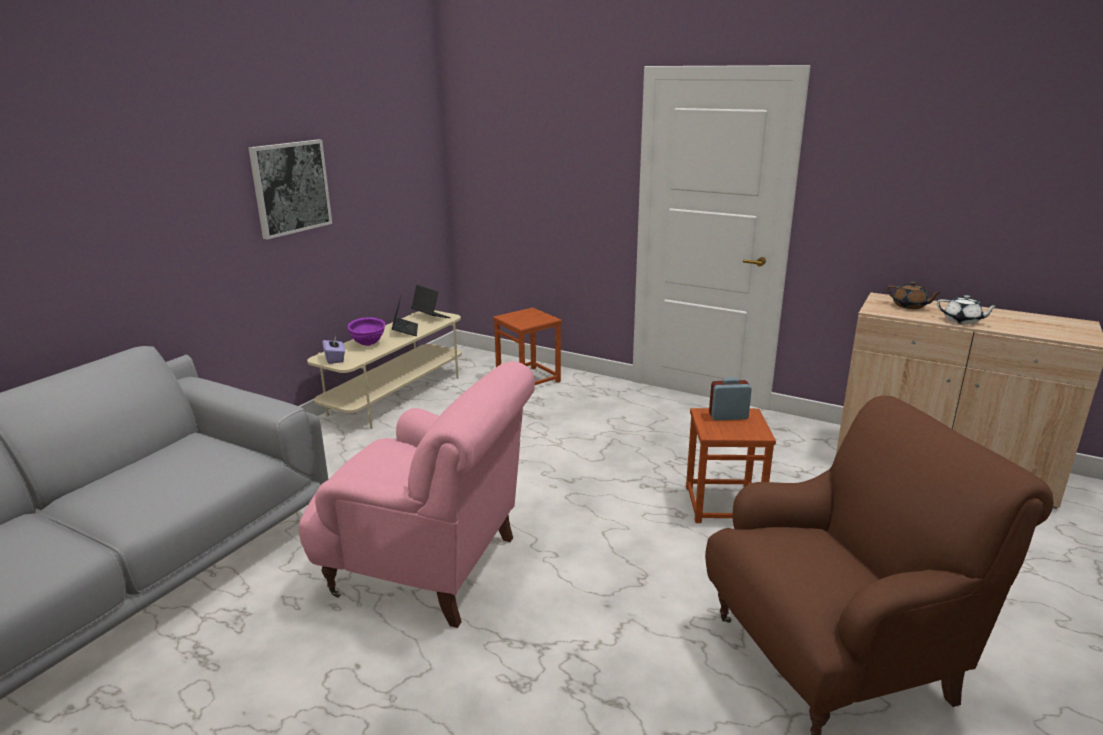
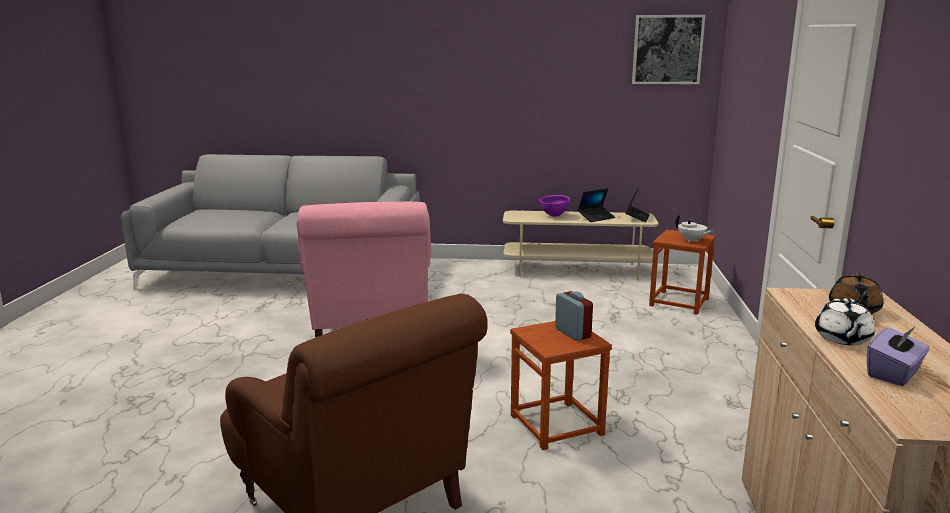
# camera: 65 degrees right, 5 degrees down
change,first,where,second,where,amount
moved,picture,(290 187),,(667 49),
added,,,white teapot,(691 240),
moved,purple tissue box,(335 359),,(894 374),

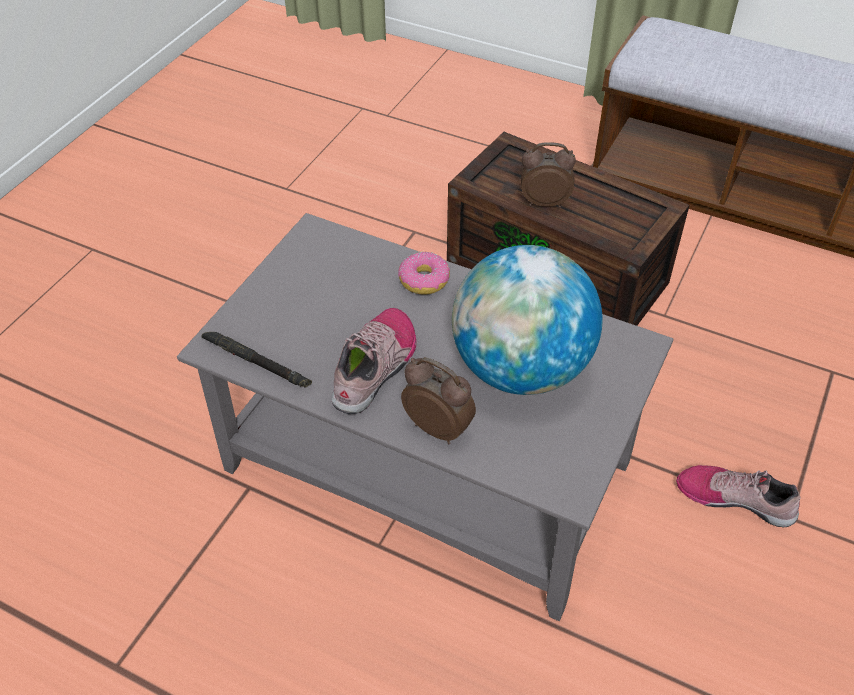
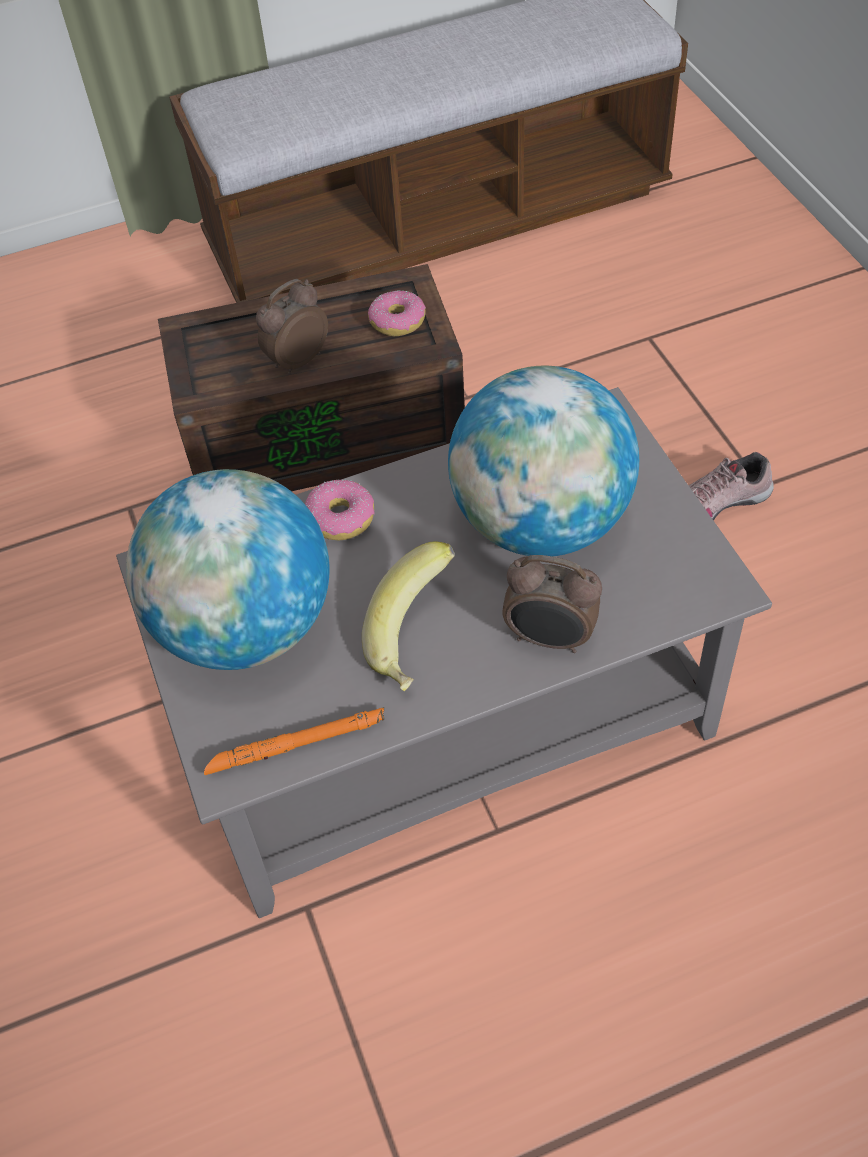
# camera: 45 degrees left, 5 degrees up
change,first,where,second,where,amount
added,,,globe,(246 626),
recoloured,black flashlight,(256 362),orange flashlight,(296 745),
replaced,shoe,(376 367),banana,(417 638),
added,,,donut,(398 321),
turned,alarm clock,(438 427),,(550 639),150 degrees counterclockwise

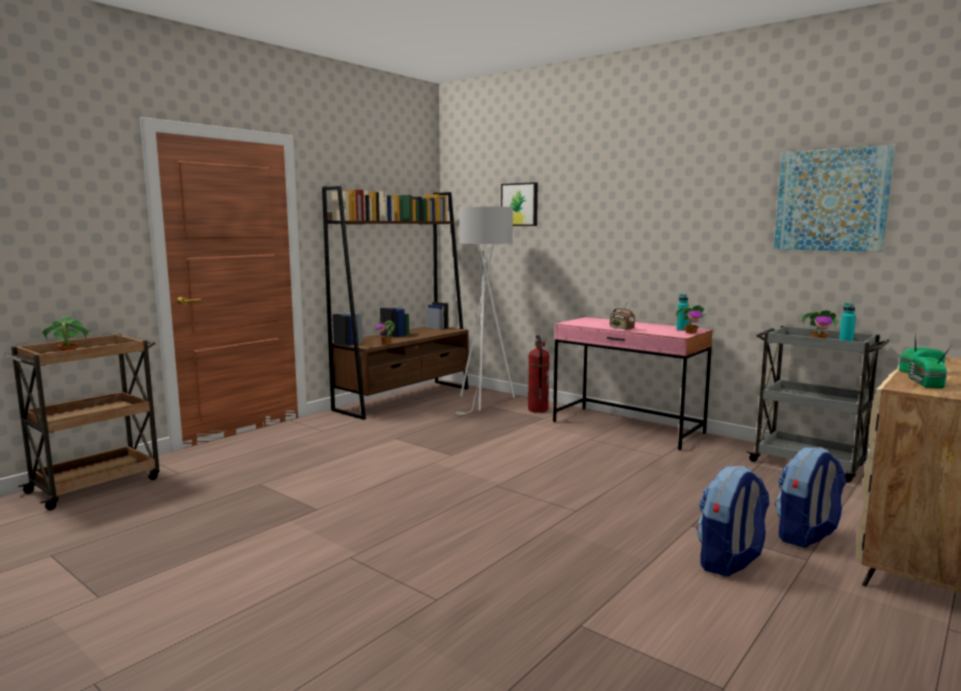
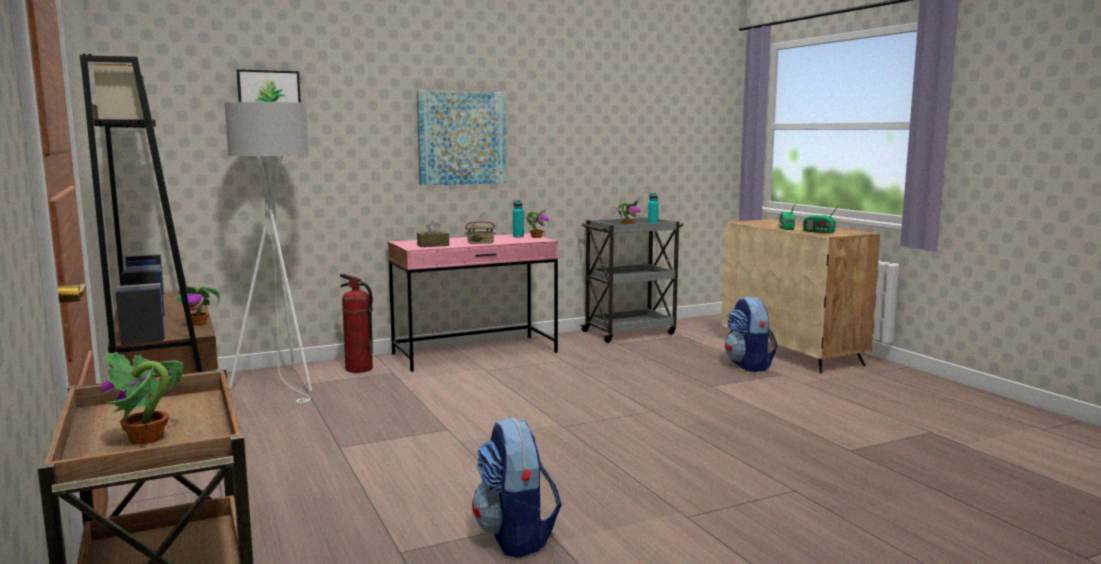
# camera: 65 degrees left, 0 degrees up
change,first,where,second,where,amount
moved,picture,(831 200),,(462 138),
added,,,brown tissue box,(433 245),
moved,backpack,(729 563),,(516 537),

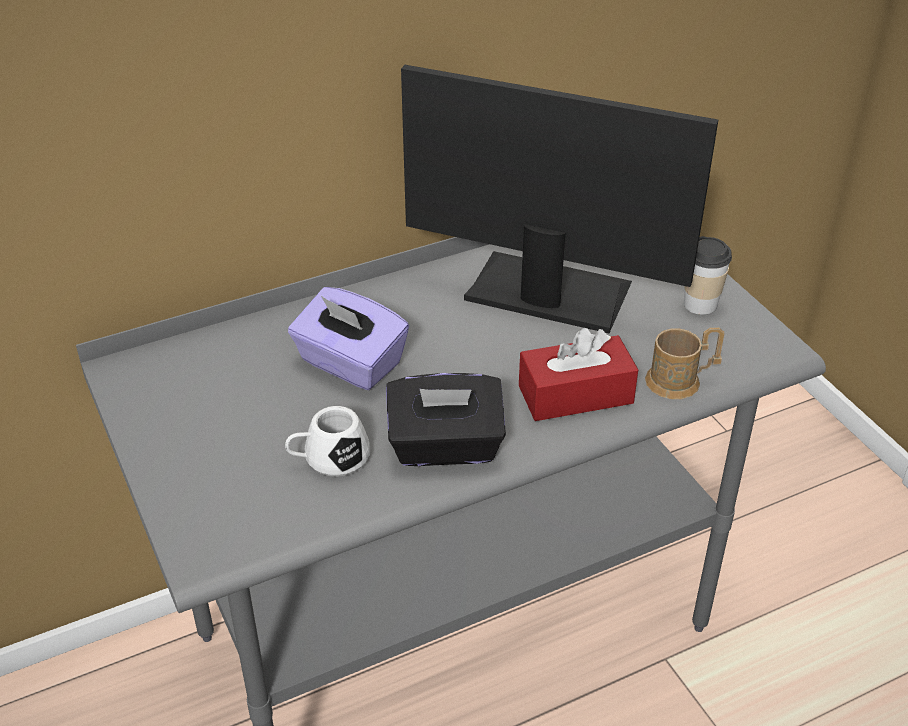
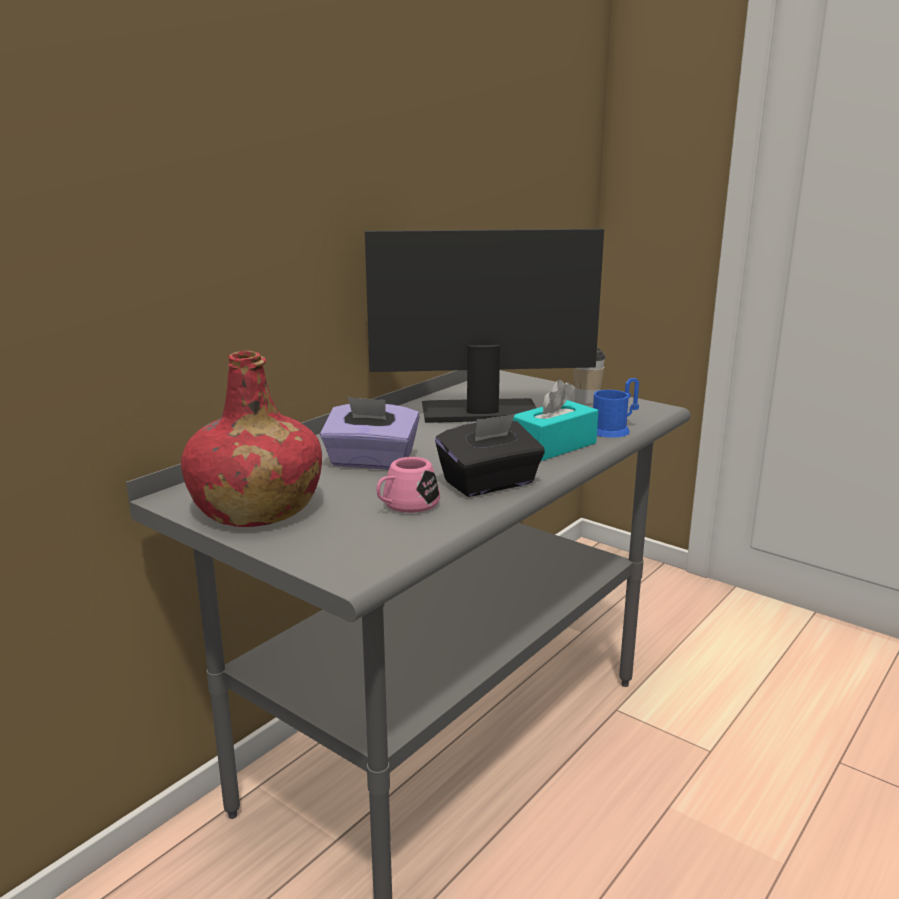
# camera: 25 degrees left, 20 degrees down
change,first,where,second,where,amount
added,,,red bottle,(255 508),
recoloured,white mug,(329 458),pink mug,(405 505),
recoloured,red tissue box,(575 394),turquoise tissue box,(553 446),
recoloured,brown mug,(681 380),blue mug,(614 429),

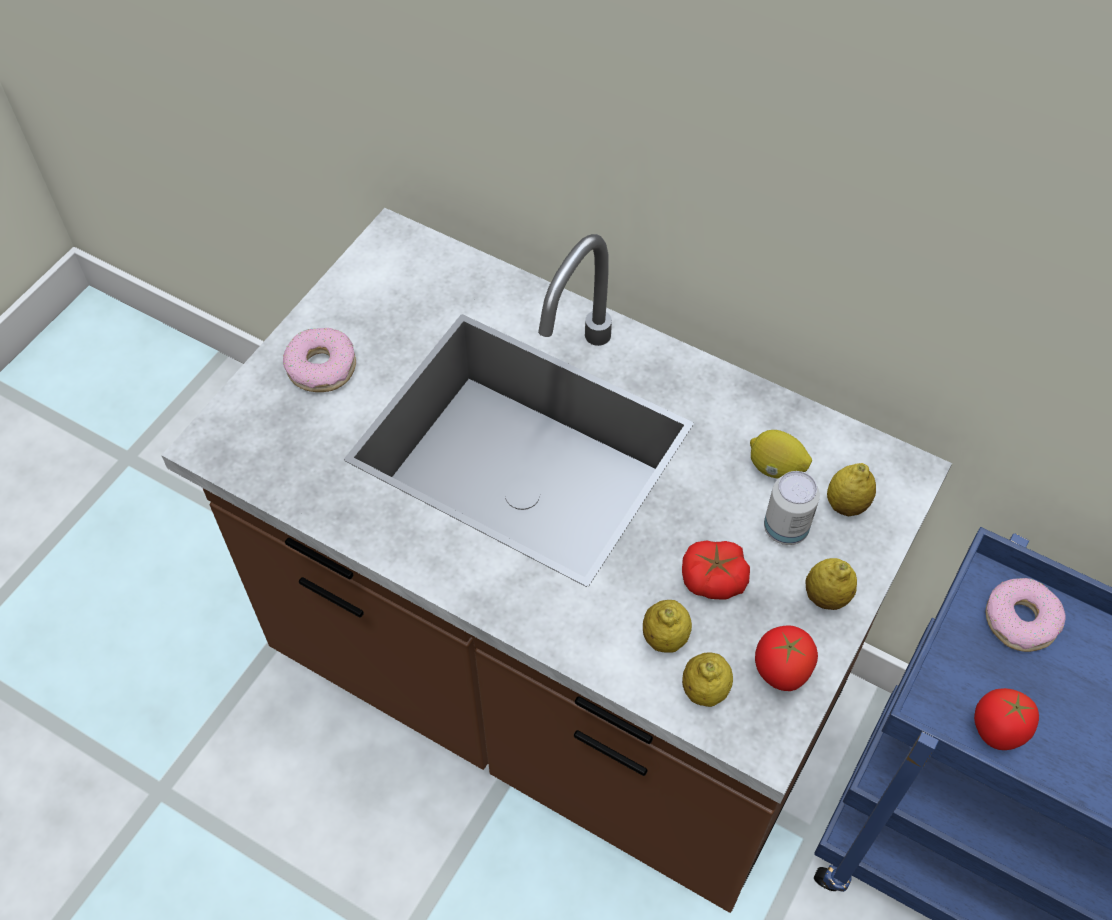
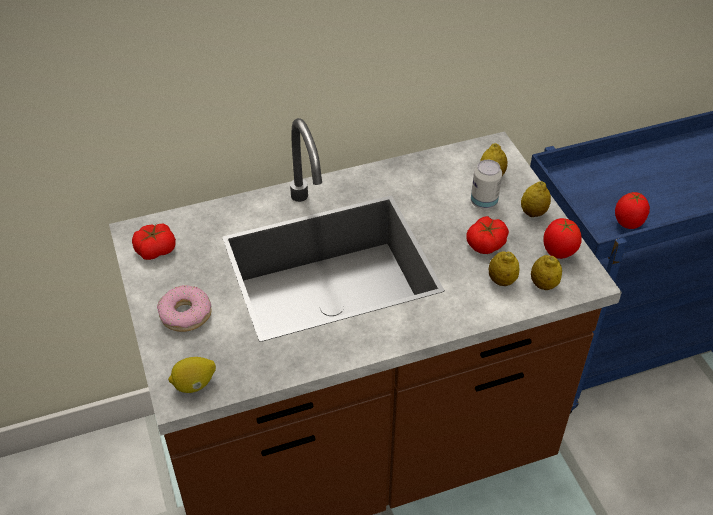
# camera: 50 degrees left, 10 degrees down
change,first,where,second,where,amount
added,,,tomato,(155 249),
moved,lemon,(775 468),,(194 384),
removed,donut,(1020 620),,,

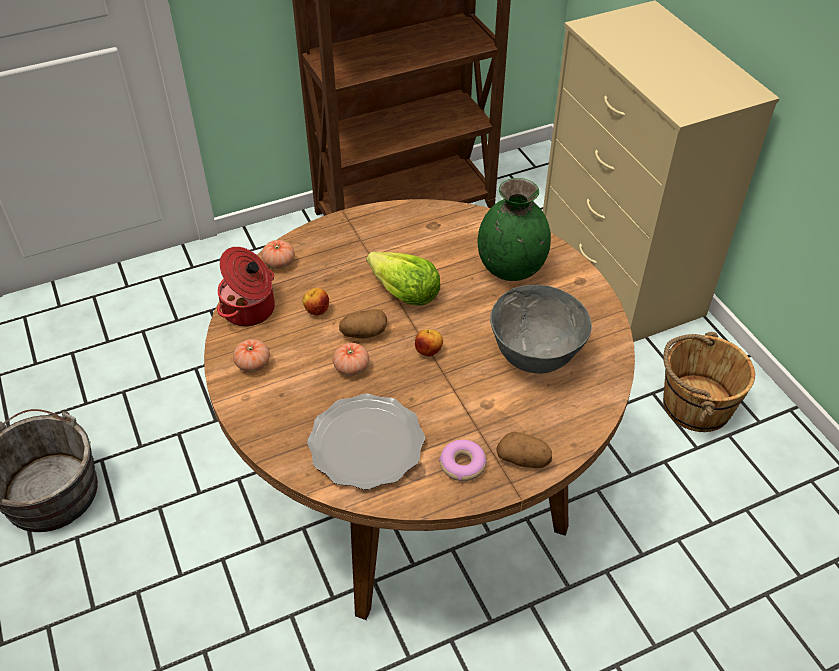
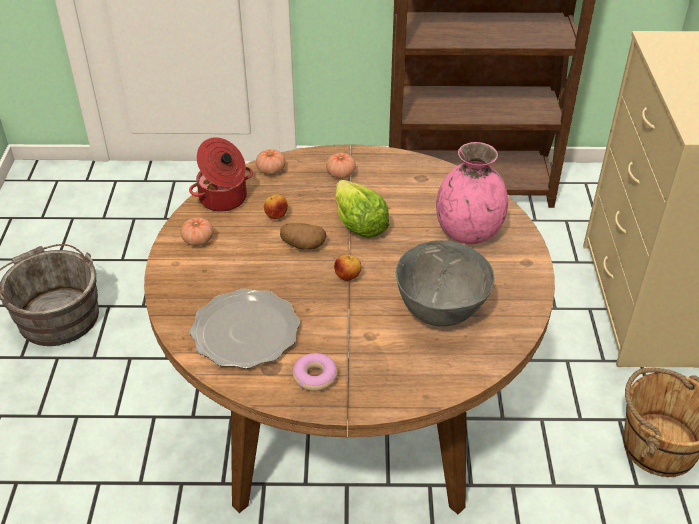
# camera: 25 degrees right, 5 degrees down
change,first,where,second,where,amount
moved,tomato,(351 367),,(340 174),
recoloured,green vase,(511 267),pink vase,(468 232),
removed,potato,(523 460),,,

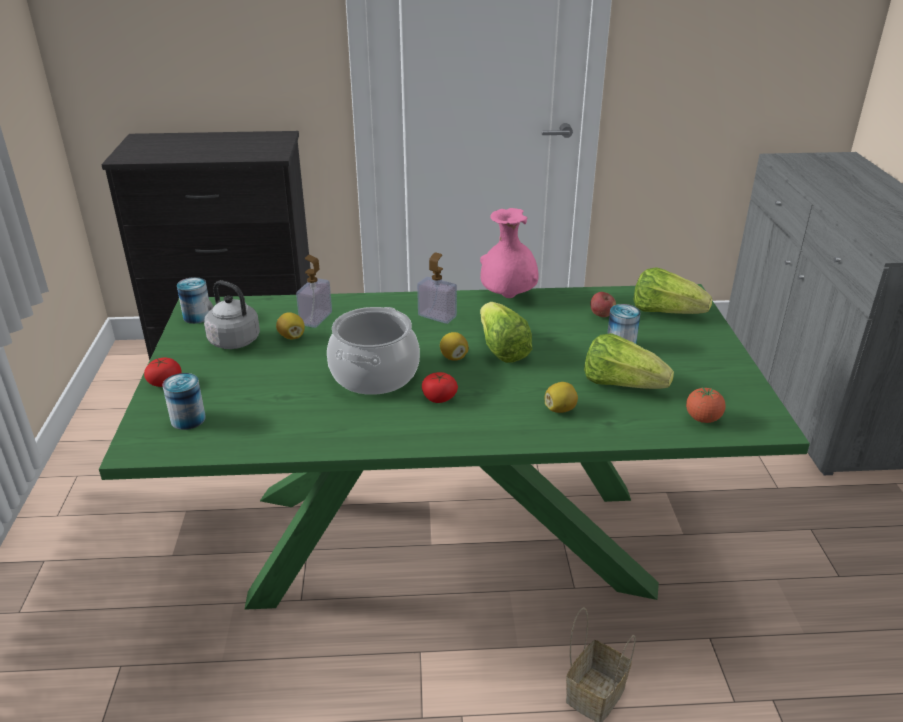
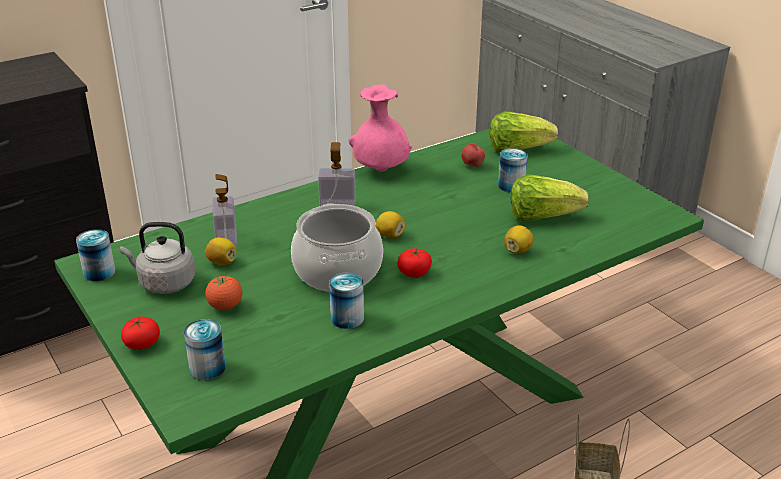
# camera: 30 degrees left, 0 degrees up
change,first,where,second,where,amount
moved,tomato,(702 419),,(225 306),
added,,,can,(347 318),
removed,lettuce,(501 349),,,

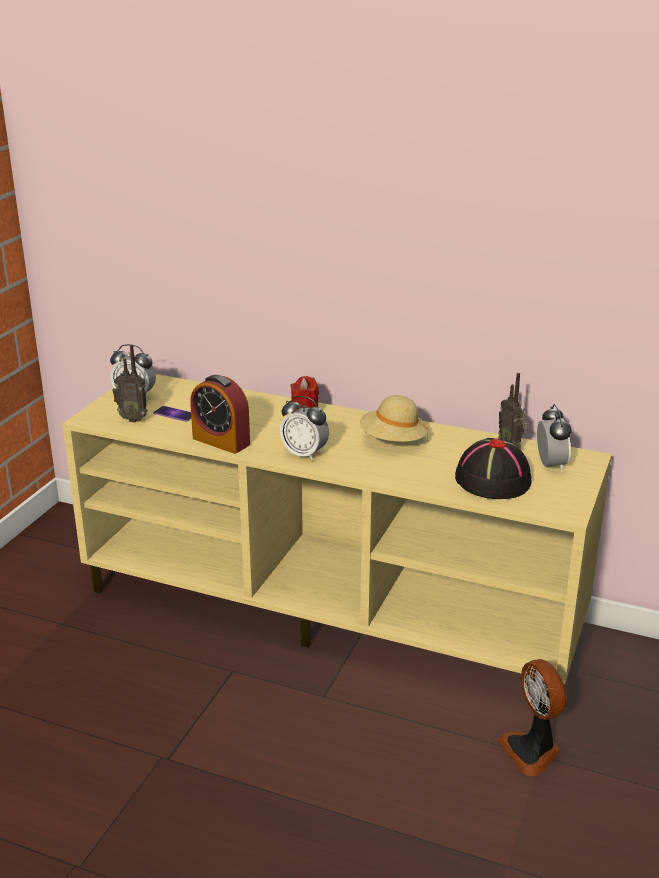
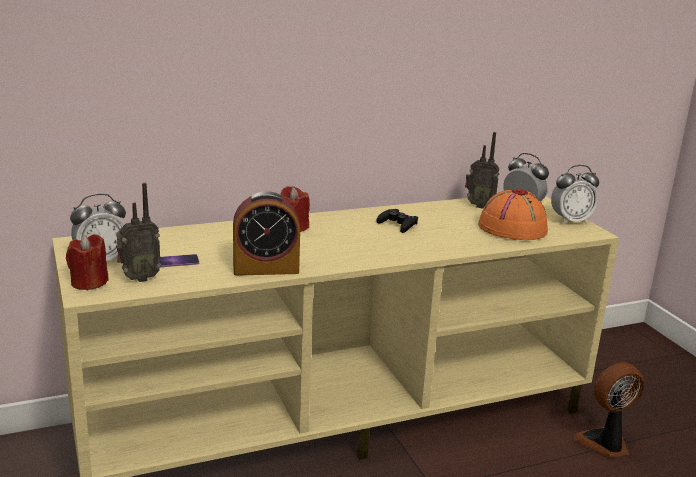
# camera: 45 degrees left, 5 degrees down
change,first,where,second,where,amount
added,,,red candle,(89 282),
replaced,beige hat,(393 441),black game controller,(397 225),
recoloured,black hat,(492 480),orange hat,(512 228),
moved,alarm clock,(304 454),,(570 221),
turned,fan,(532 750),,(605 444),135 degrees clockwise

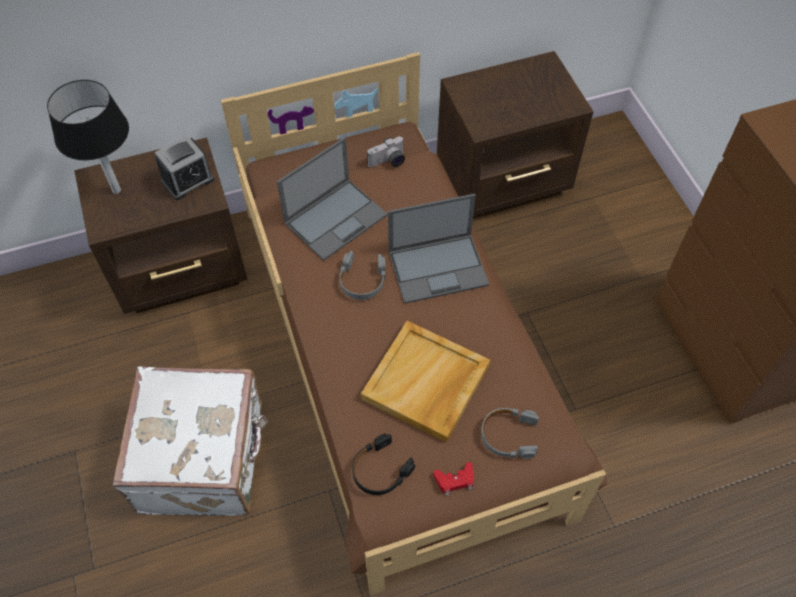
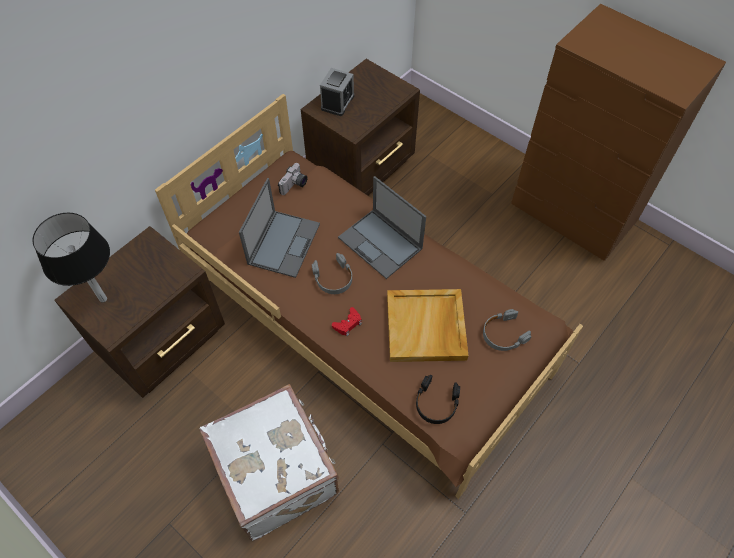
# camera: 30 degrees left, 0 degrees up
change,first,where,second,where,amount
moved,alarm clock,(188 180),,(337 102),
moved,red game controller,(455 480),,(348 324),
turned,laptop,(439 267),,(381 244),90 degrees clockwise

